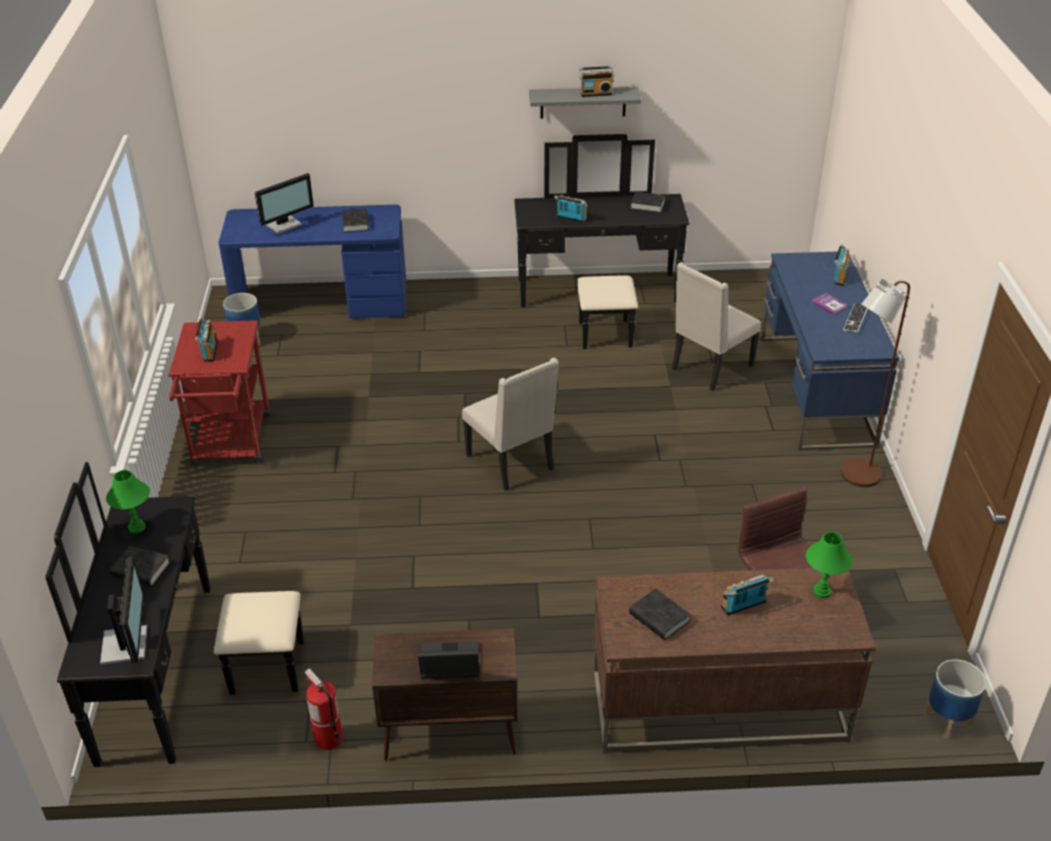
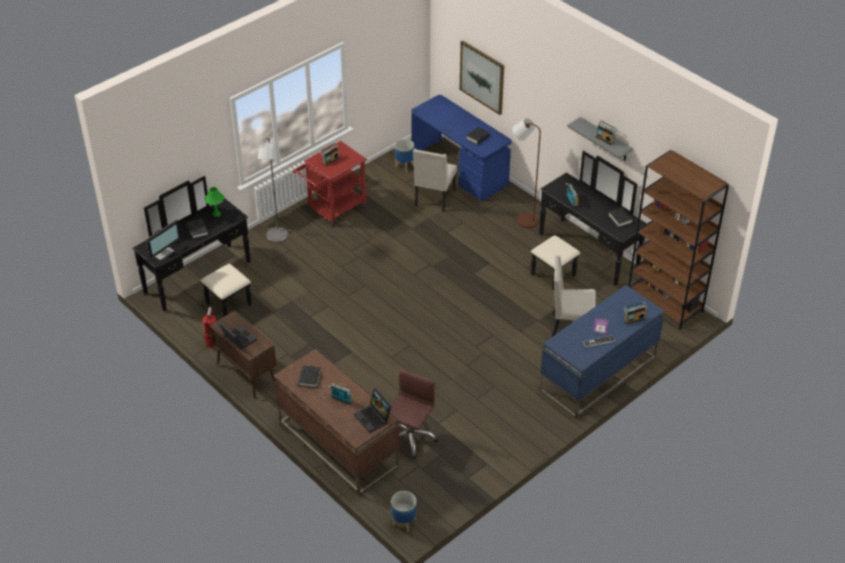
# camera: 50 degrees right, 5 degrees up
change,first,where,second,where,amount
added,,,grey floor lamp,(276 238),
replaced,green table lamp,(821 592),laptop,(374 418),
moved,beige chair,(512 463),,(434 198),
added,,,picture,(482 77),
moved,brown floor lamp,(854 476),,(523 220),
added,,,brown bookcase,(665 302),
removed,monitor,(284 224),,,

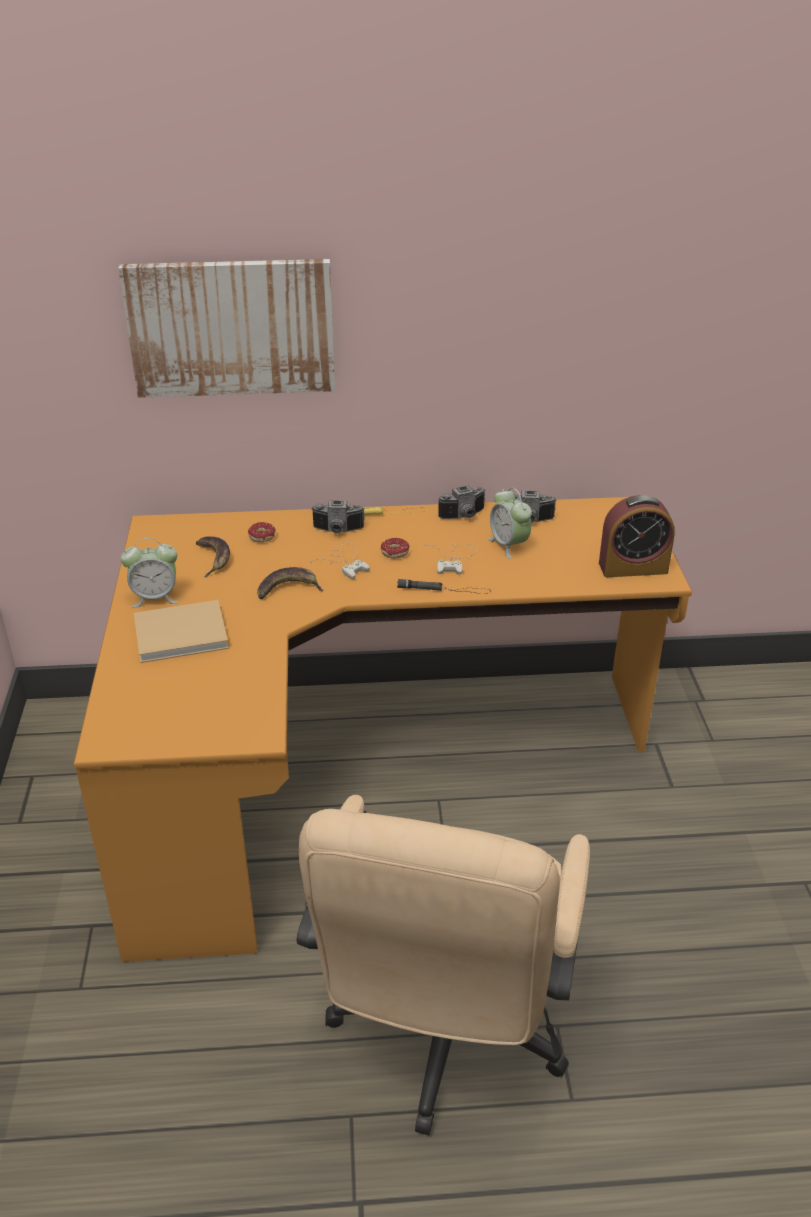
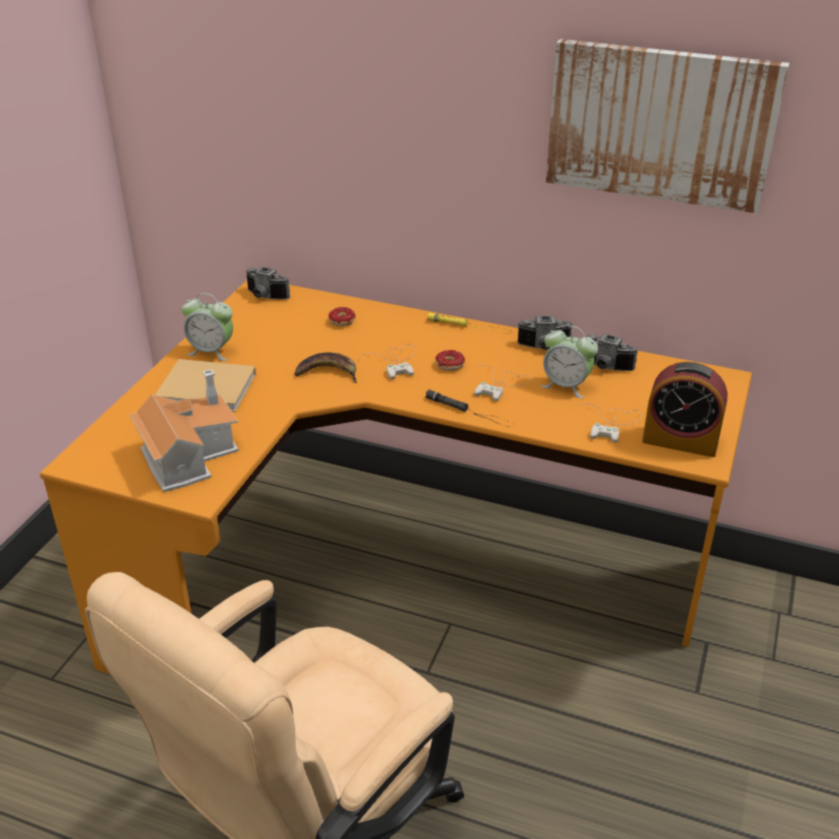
# camera: 25 degrees right, 0 degrees up
change,first,where,second,where,amount
added,,,toy house,(188 454),
moved,photo camera,(338 531),,(264 297),
turned,alarm clock,(508 545),,(566 386),60 degrees counterclockwise
moved,picture,(231 327),,(660 124),
added,,,white game controller,(612 423),
removed,banana,(213 558),,,

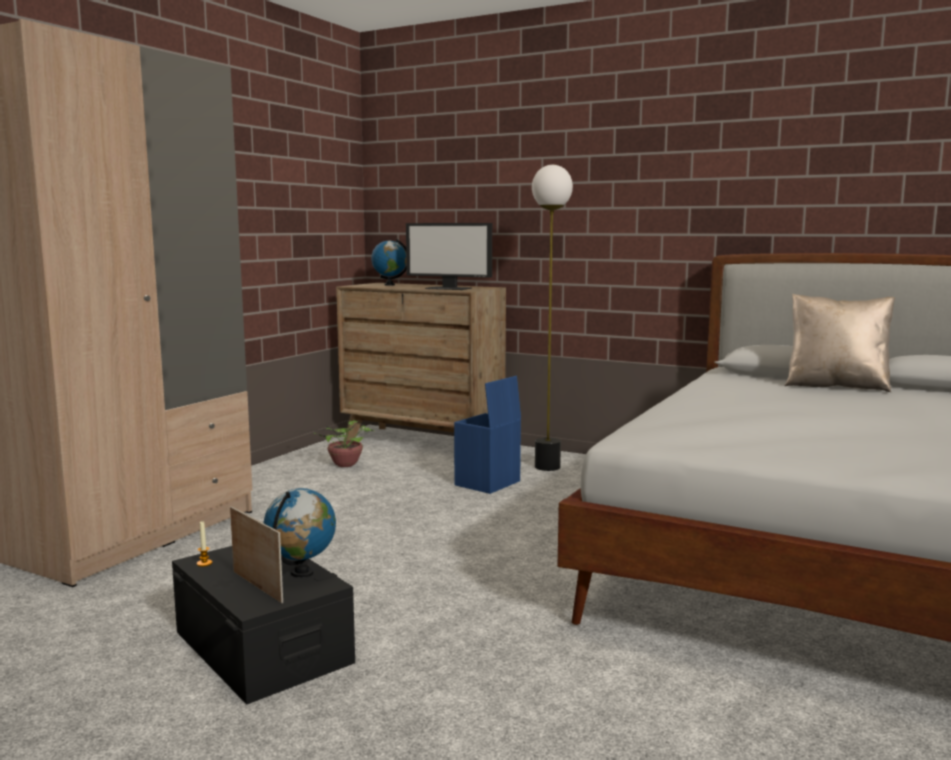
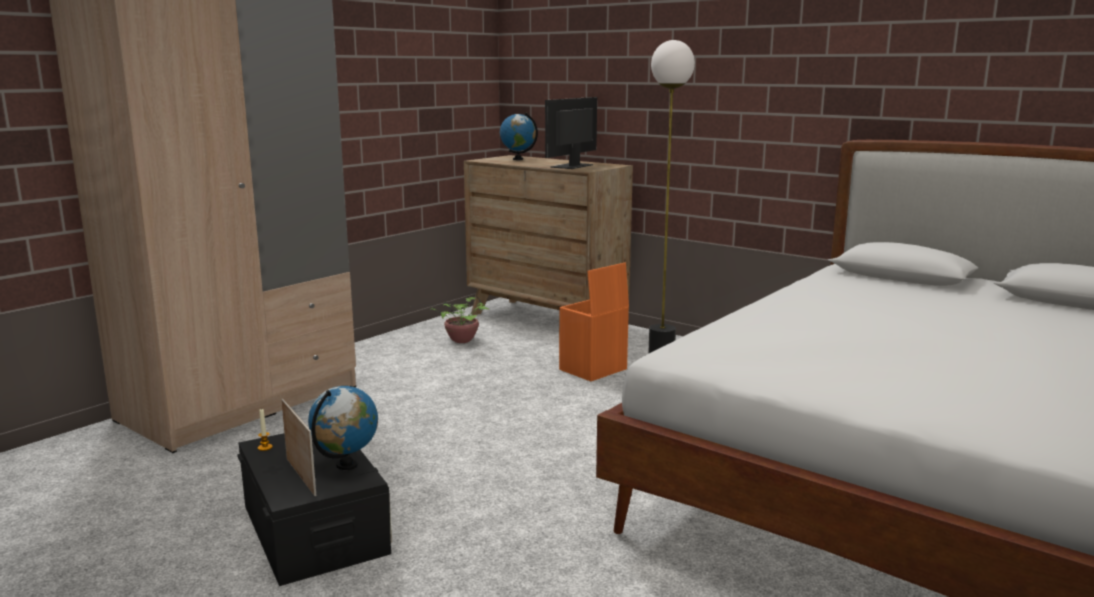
# camera: 10 degrees right, 5 degrees up
change,first,where,second,where,amount
turned,monitor,(449 288),,(572 166),90 degrees clockwise
recoloured,blue storage box,(487 483),orange storage box,(593 370),
removed,beige pillow,(836 386),,,

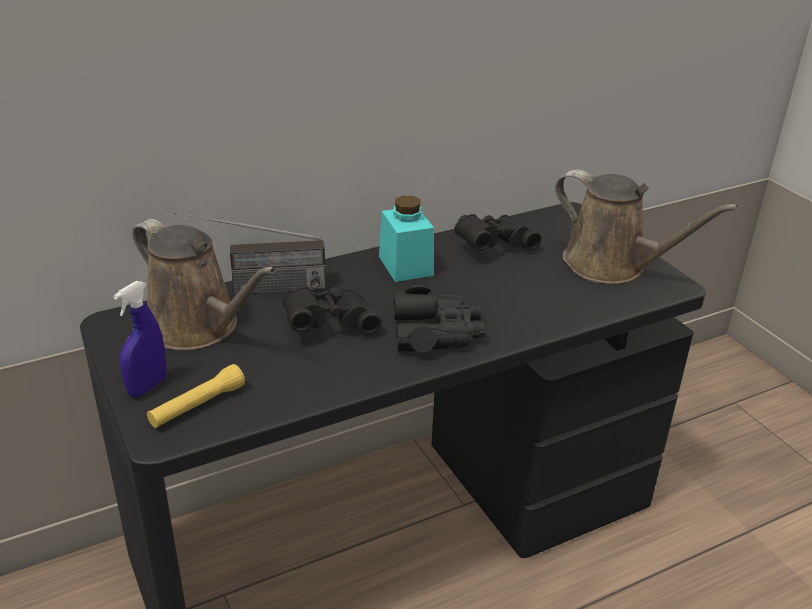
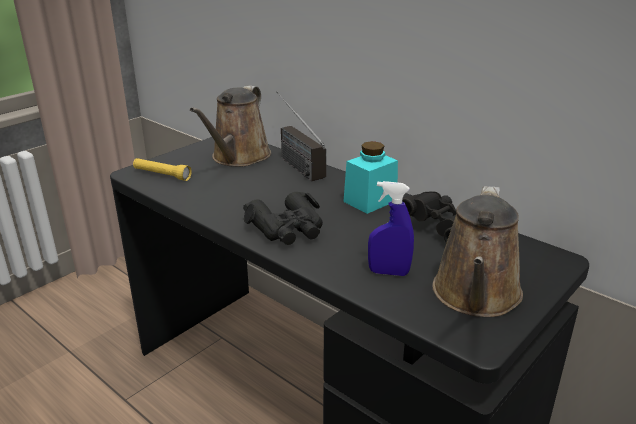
# camera: 70 degrees right, 5 degrees down
change,first,where,second,where,amount
moved,blue spray bottle,(147 387),,(388 272),
removed,black binoculars,(329 324),,,

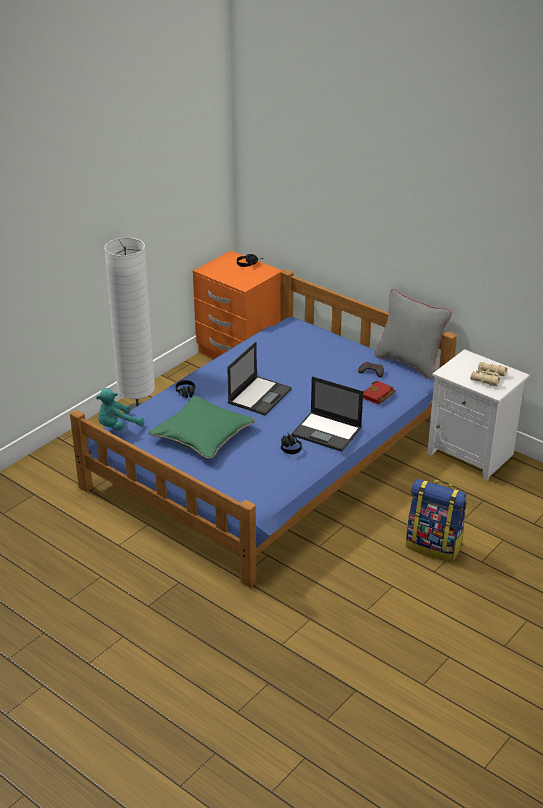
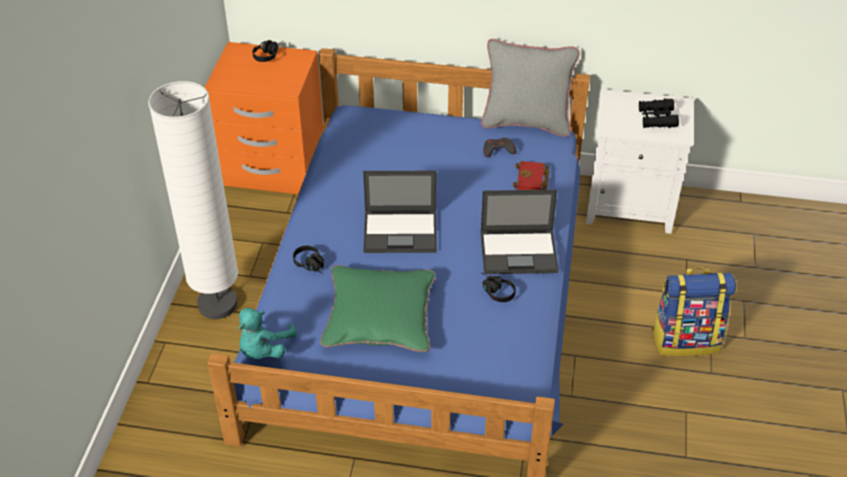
# camera: 30 degrees left, 10 degrees up
change,first,where,second,where,amount
turned,laptop,(260 395),,(401 232),90 degrees clockwise
recoloured,beige binoculars,(487 378),black binoculars,(657 118),

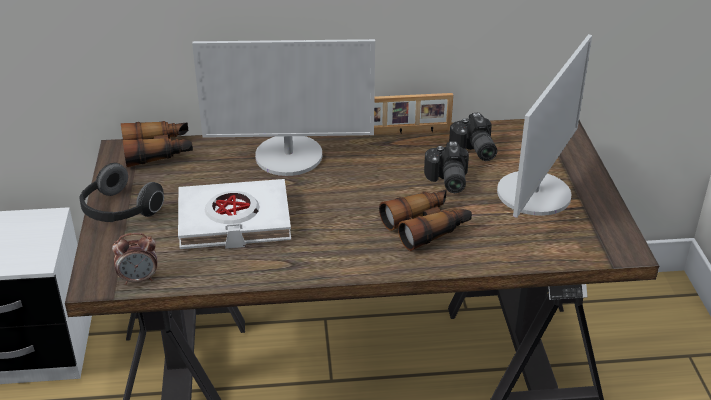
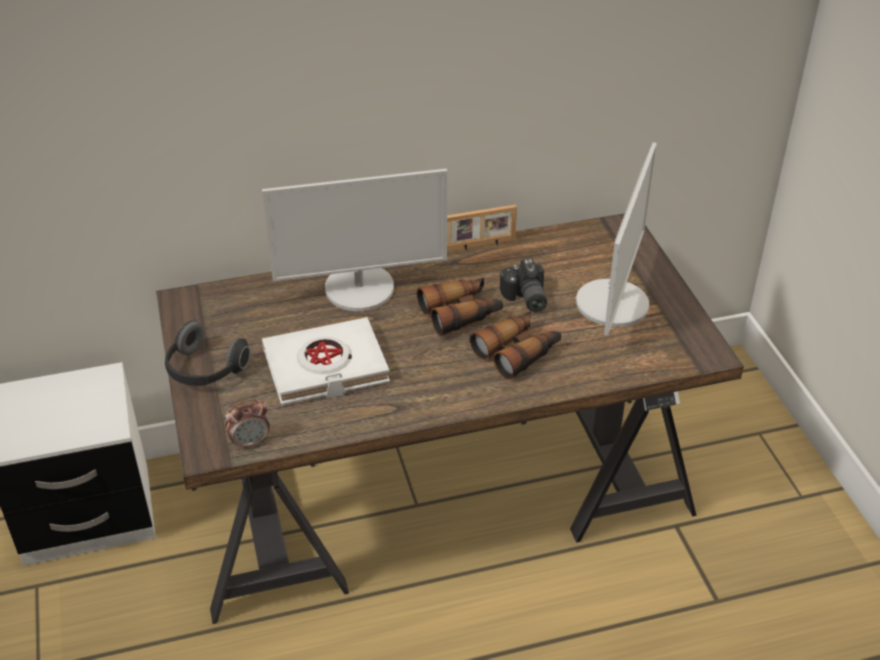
# camera: 10 degrees left, 5 degrees up
change,first,where,second,where,amount
moved,binoculars,(158 152),,(461 313),
removed,photo camera,(474 151),,,

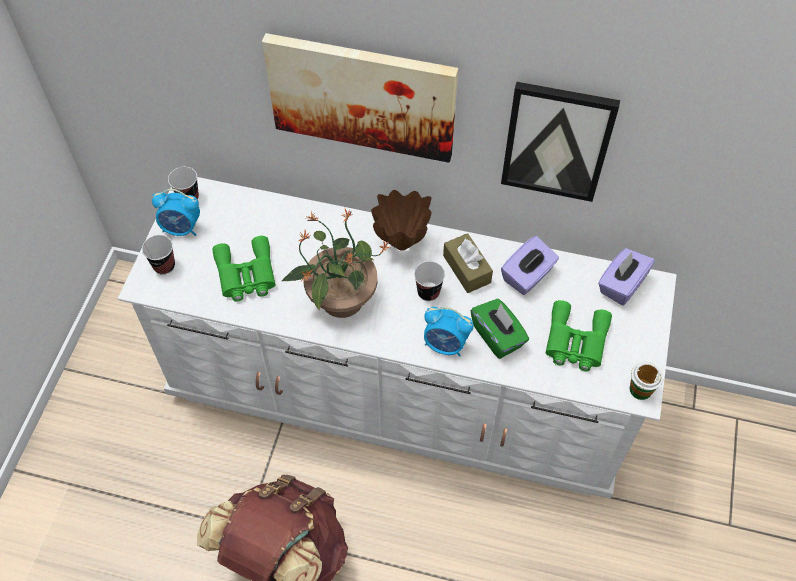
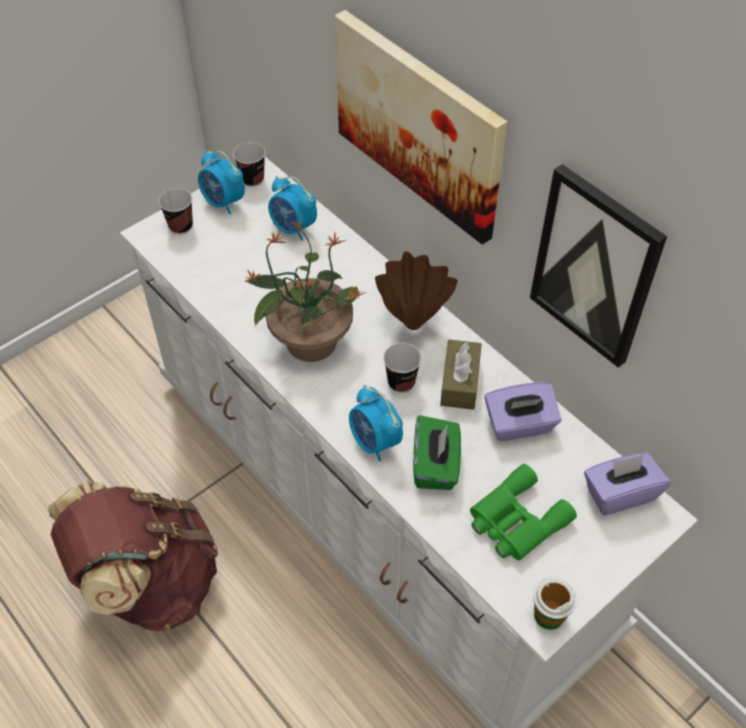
# camera: 35 degrees right, 5 degrees down
change,first,where,second,where,amount
added,,,alarm clock,(293 228),
removed,green binoculars,(246 275),,,

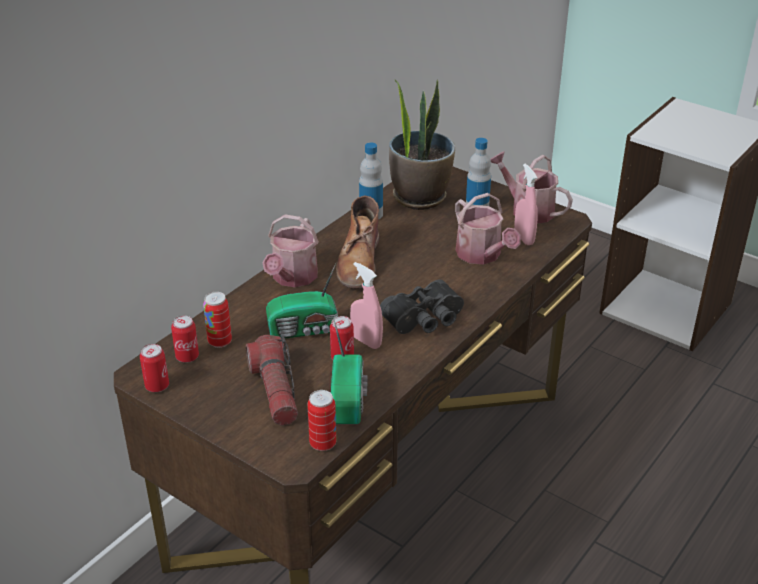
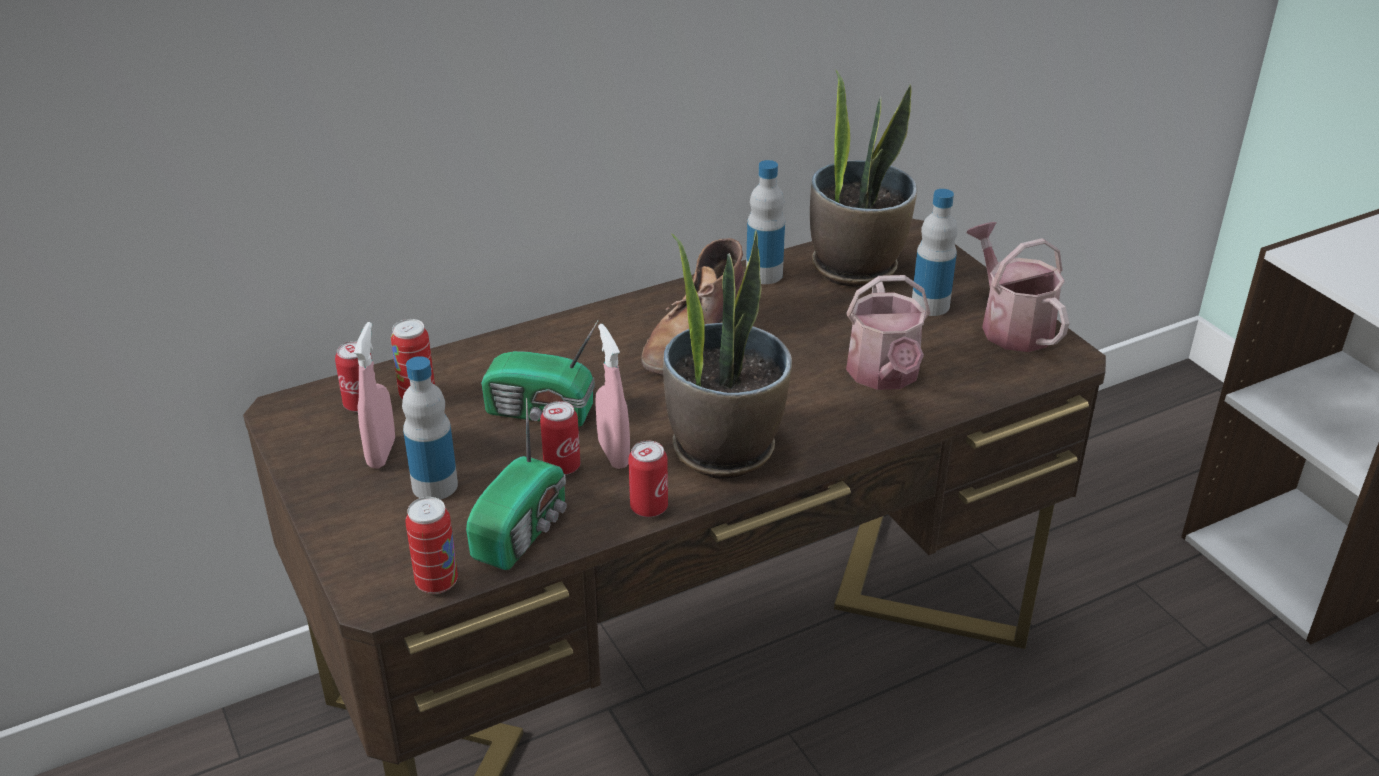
# camera: 25 degrees right, 0 degrees up
change,first,where,second,where,amount
moved,pink spray bottle,(524 238),,(381 453),
replaced,flashlight,(275 390),bottle,(435 485),
moved,can,(157 386),,(649 507),
replaced,black binoculars,(425 320),potted plant,(724 448),
removed,watering can,(292 278),,,

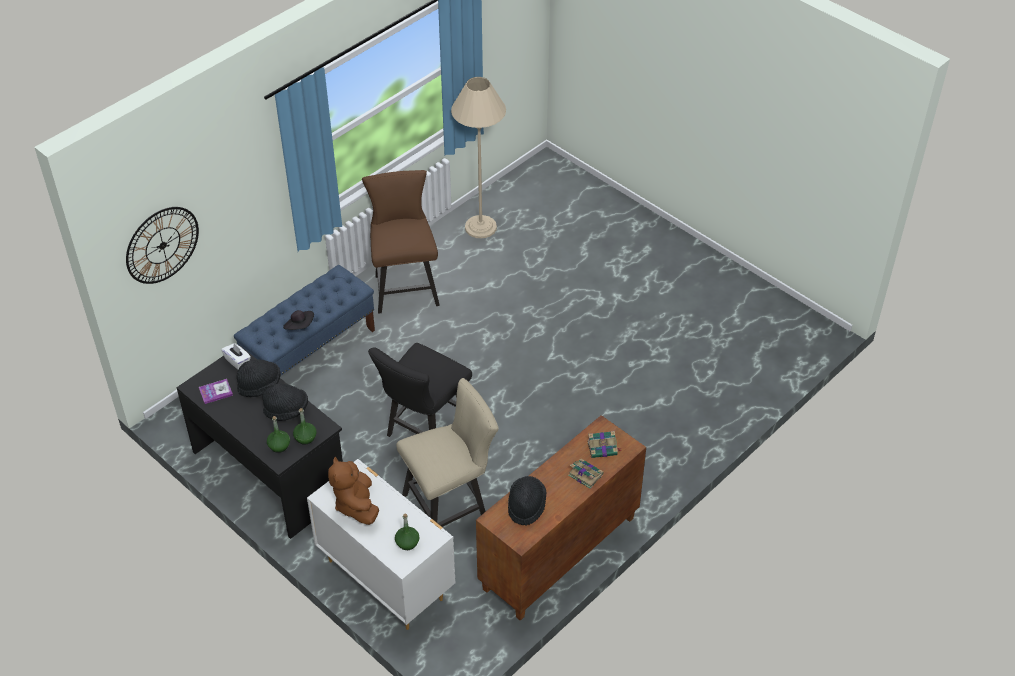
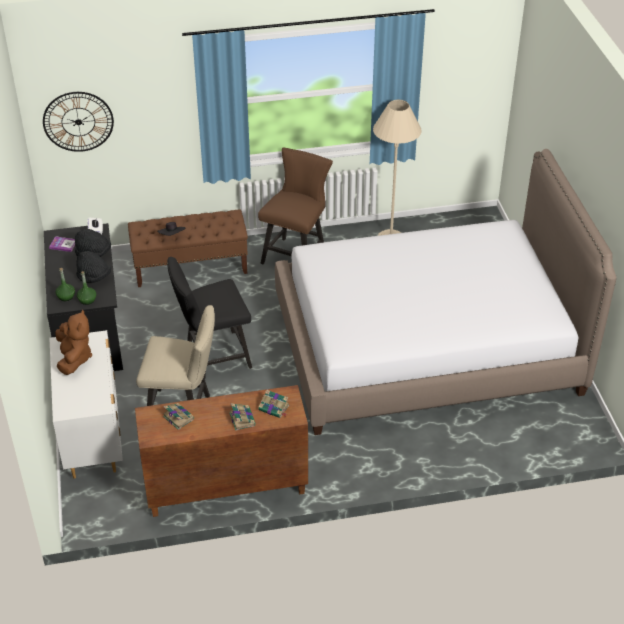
# camera: 35 degrees right, 5 degrees down
change,first,where,second,where,amount
turned,brown plush toy,(356 505),,(74 358),150 degrees clockwise
recoloured,blue bench,(310 352),brown bench,(191 267),
replaced,black hat,(526 506),book,(178 417),
added,,,bed,(427 347),
removed,green bottle,(407 542),,,

